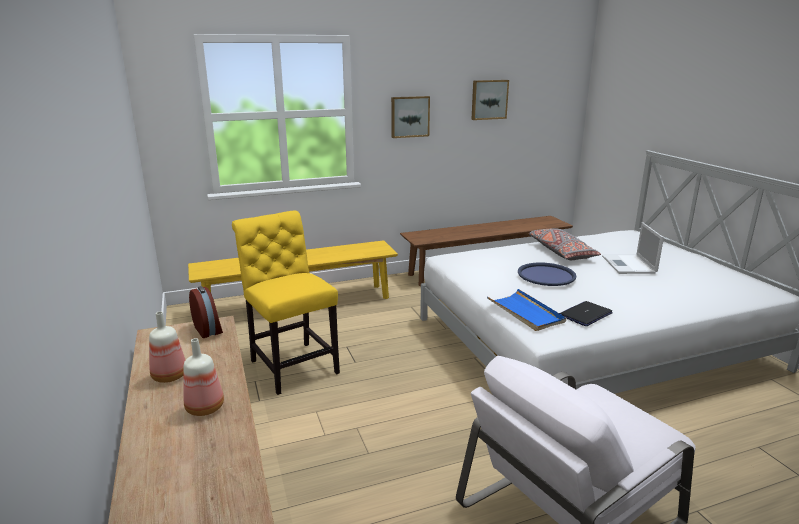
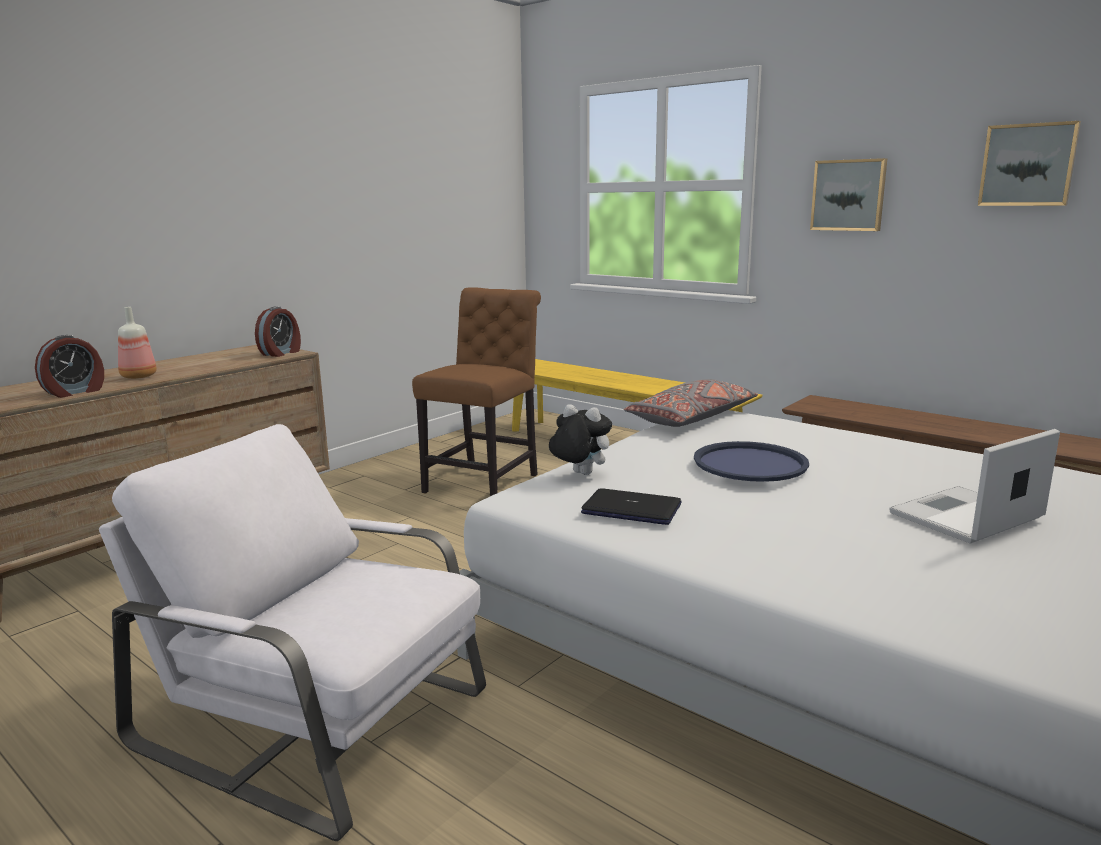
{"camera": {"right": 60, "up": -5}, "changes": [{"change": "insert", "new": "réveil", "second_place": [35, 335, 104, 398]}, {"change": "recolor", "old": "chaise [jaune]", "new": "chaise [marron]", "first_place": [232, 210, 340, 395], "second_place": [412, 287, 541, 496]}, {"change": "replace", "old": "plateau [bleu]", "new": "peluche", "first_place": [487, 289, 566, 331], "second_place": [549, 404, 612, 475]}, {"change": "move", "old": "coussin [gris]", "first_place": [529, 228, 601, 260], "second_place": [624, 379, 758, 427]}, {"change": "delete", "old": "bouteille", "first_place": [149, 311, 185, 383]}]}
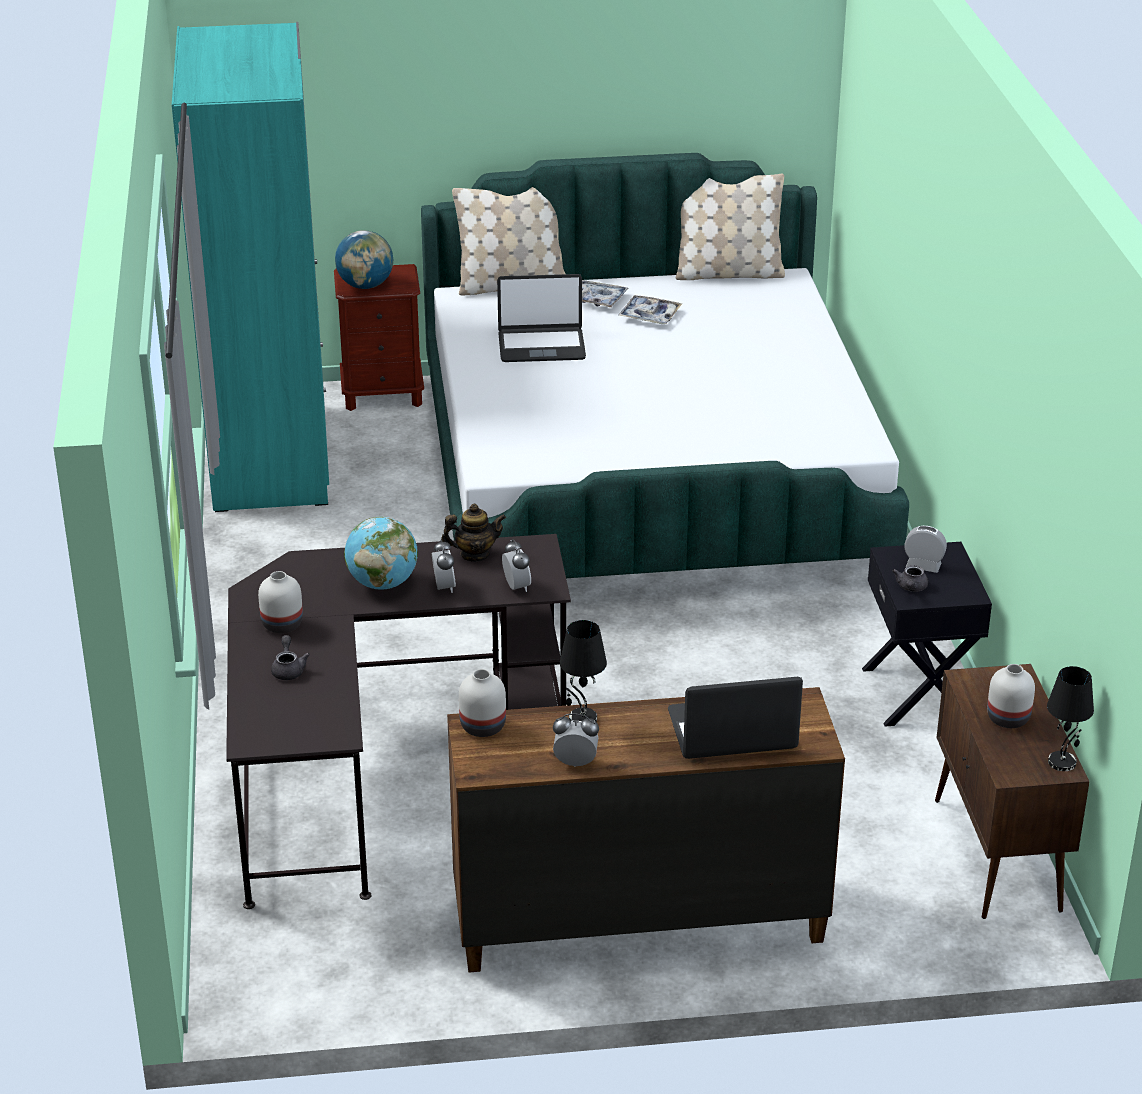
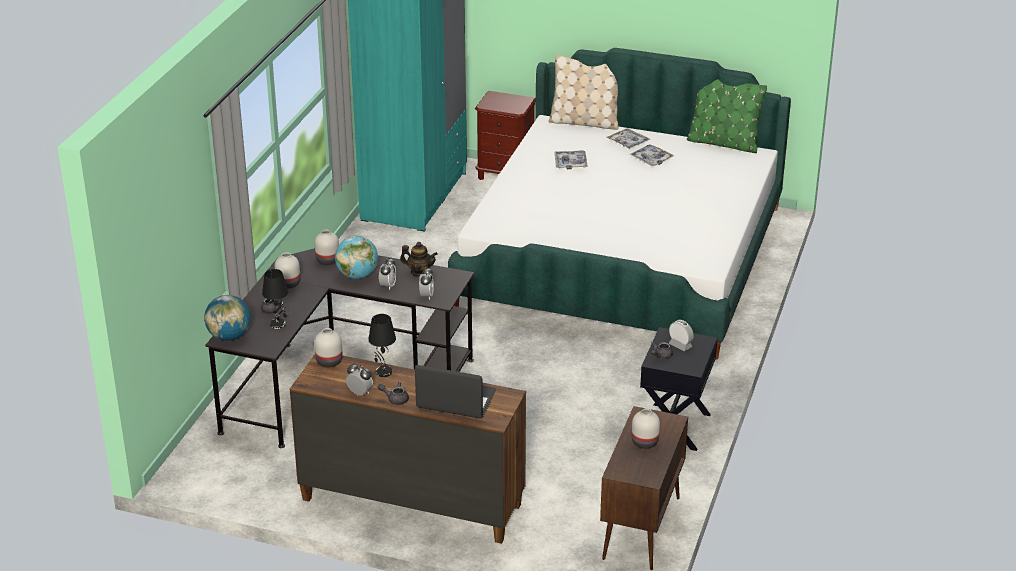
{"camera": {"right": 25, "up": 0}, "changes": [{"change": "move", "old": "globe", "first_place": [335, 230, 393, 289], "second_place": [204, 295, 251, 341]}, {"change": "move", "old": "lampe de table [noir]", "first_place": [1047, 666, 1094, 771], "second_place": [262, 269, 288, 329]}, {"change": "insert", "new": "vase [blanc]", "second_place": [315, 230, 339, 265]}, {"change": "insert", "new": "théière [gris]", "second_place": [378, 382, 409, 405]}, {"change": "replace", "old": "ordinateur portable", "new": "plateau", "first_place": [497, 274, 586, 362], "second_place": [554, 150, 588, 169]}, {"change": "recolor", "old": "coussin [beige]", "new": "coussin [vert]", "first_place": [676, 174, 785, 280], "second_place": [687, 79, 767, 153]}]}
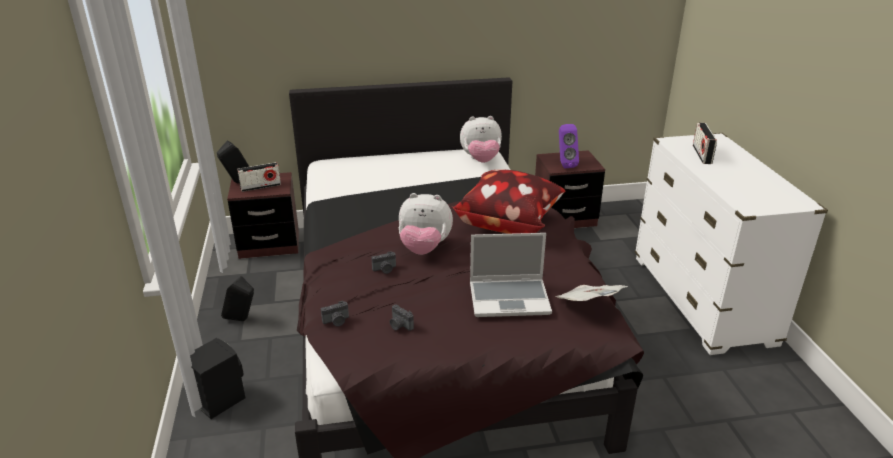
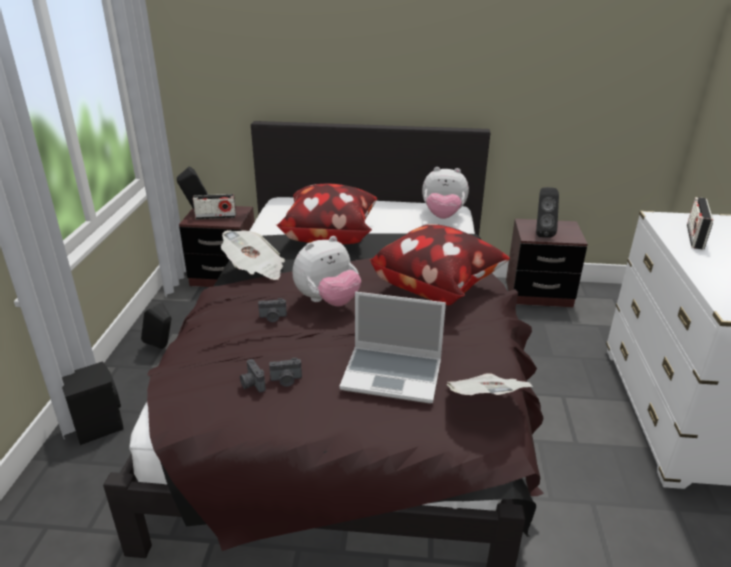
{"camera": {"right": 15, "up": 0}, "changes": [{"change": "insert", "new": "journal", "second_place": [221, 230, 285, 280]}, {"change": "move", "old": "appareil photo", "first_place": [321, 301, 349, 327], "second_place": [269, 358, 302, 387]}, {"change": "insert", "new": "coussin", "second_place": [276, 184, 377, 244]}, {"change": "rotate", "old": "peluche", "first_place": [399, 193, 453, 255], "second_place": [293, 236, 361, 307], "degrees": -60}, {"change": "recolor", "old": "enceinte [violet]", "new": "enceinte [noir]", "first_place": [559, 124, 579, 168], "second_place": [536, 187, 559, 238]}]}
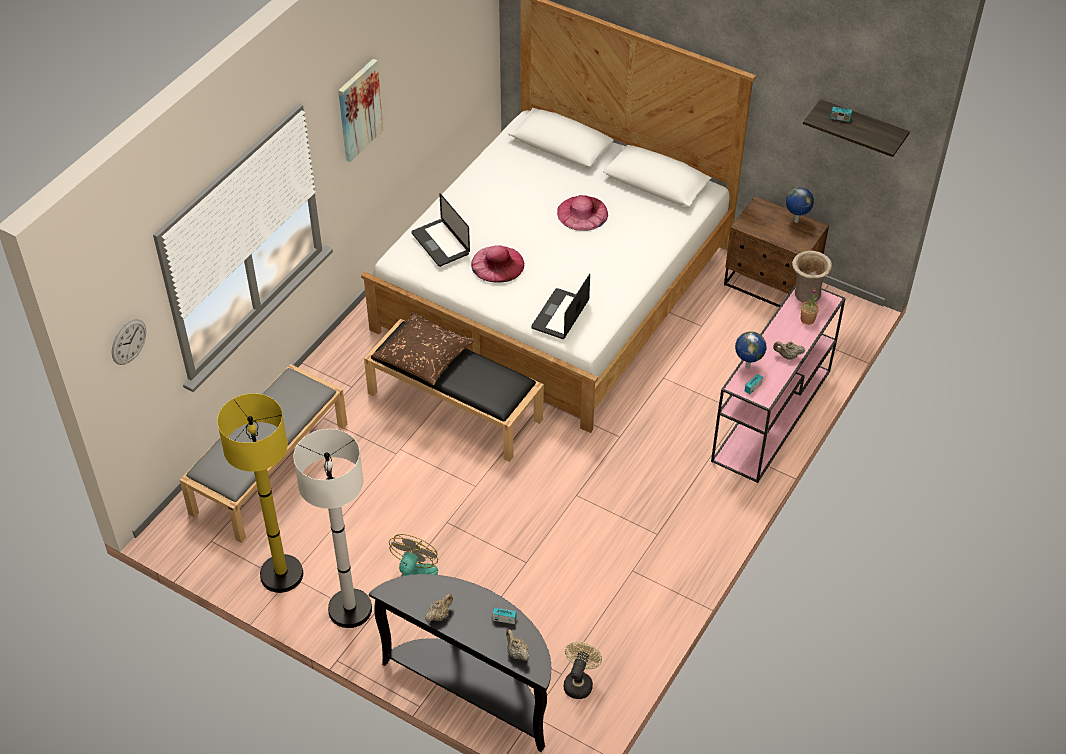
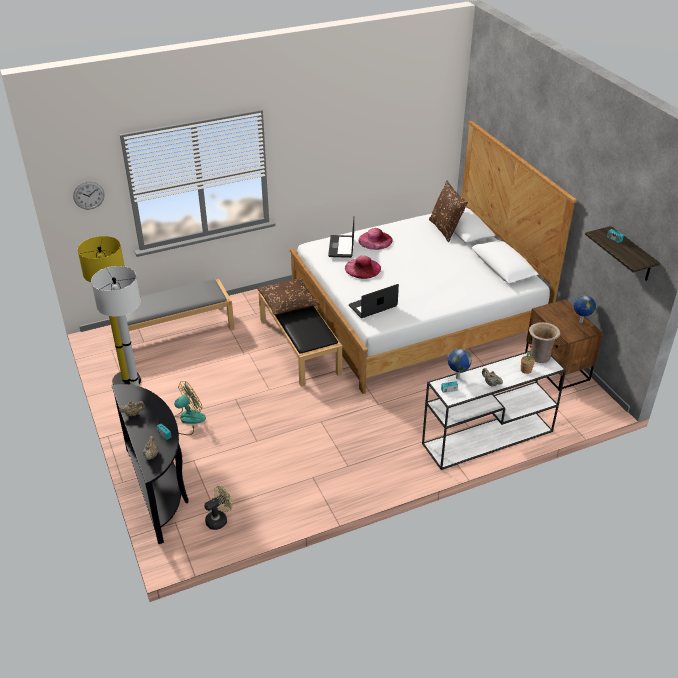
{"camera": {"right": 35, "up": -10}, "changes": [{"change": "move", "old": "chapeau [rose]", "first_place": [557, 195, 608, 231], "second_place": [358, 228, 392, 250]}, {"change": "recolor", "old": "table console [rose]", "new": "table console [blanc]", "first_place": [711, 284, 846, 483], "second_place": [422, 351, 566, 470]}, {"change": "insert", "new": "coussin [marron]", "second_place": [429, 181, 468, 242]}, {"change": "delete", "old": "tableau", "first_place": [338, 59, 383, 162]}]}
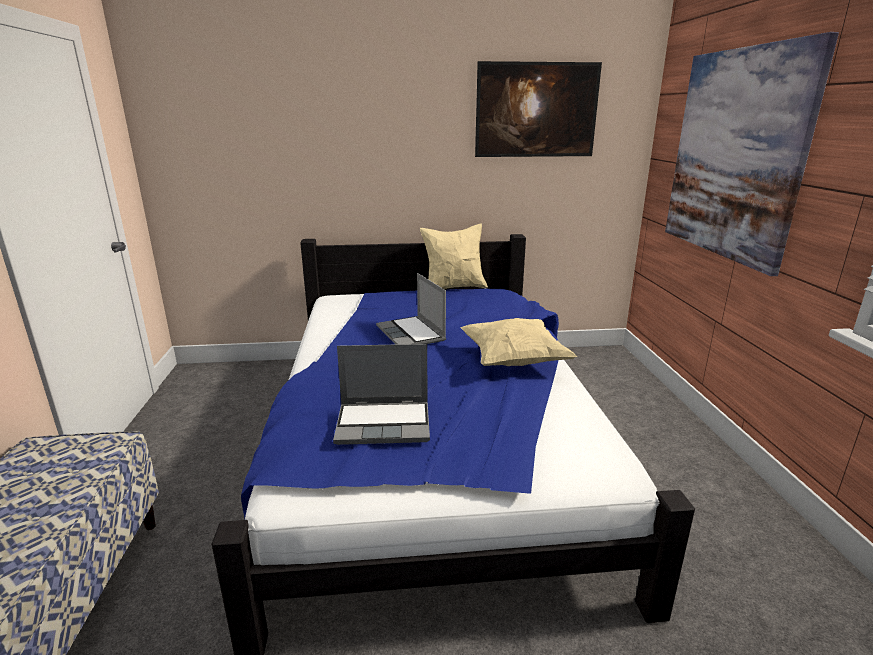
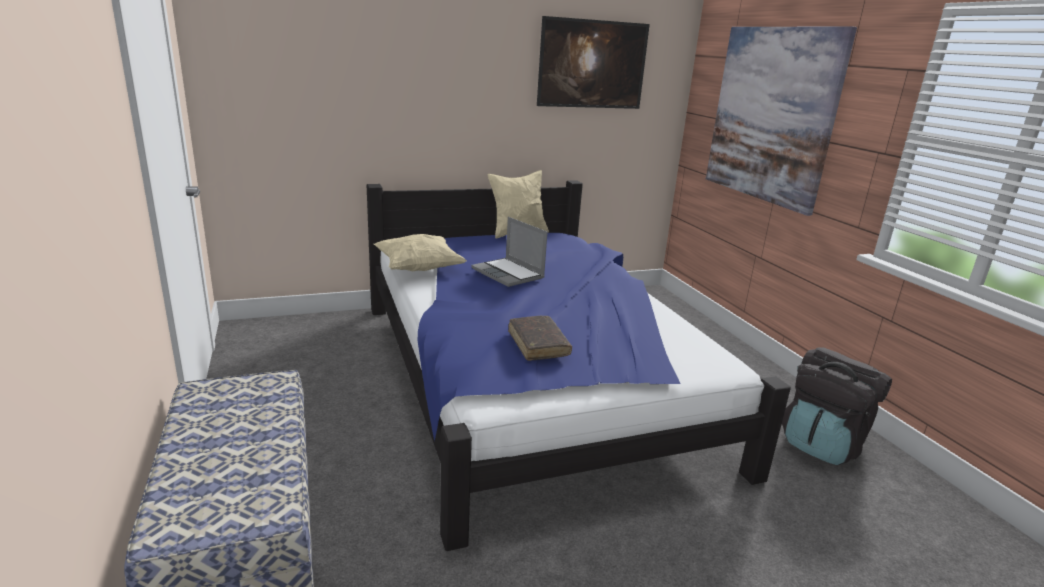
{"camera": {"right": -15, "up": 0}, "changes": [{"change": "move", "old": "coussin [beige]", "first_place": [460, 318, 577, 366], "second_place": [374, 234, 467, 271]}, {"change": "replace", "old": "ordinateur portable", "new": "livre [marron]", "first_place": [333, 344, 430, 445], "second_place": [508, 316, 572, 361]}, {"change": "insert", "new": "sac à dos [noir]", "second_place": [782, 347, 892, 465]}]}
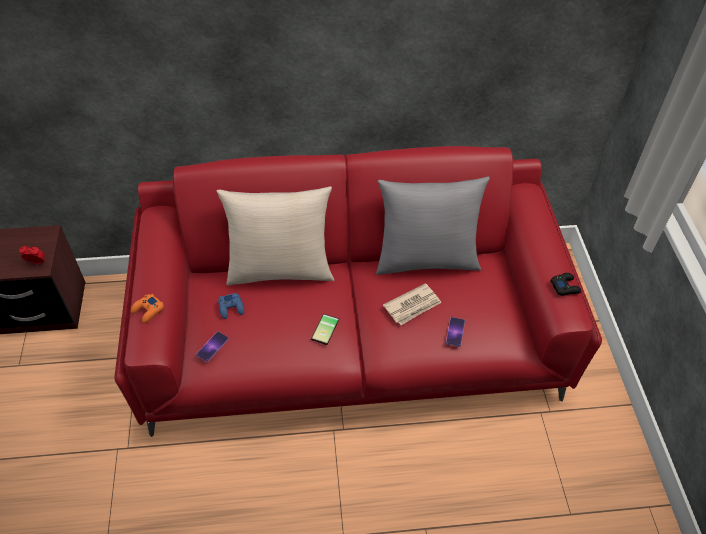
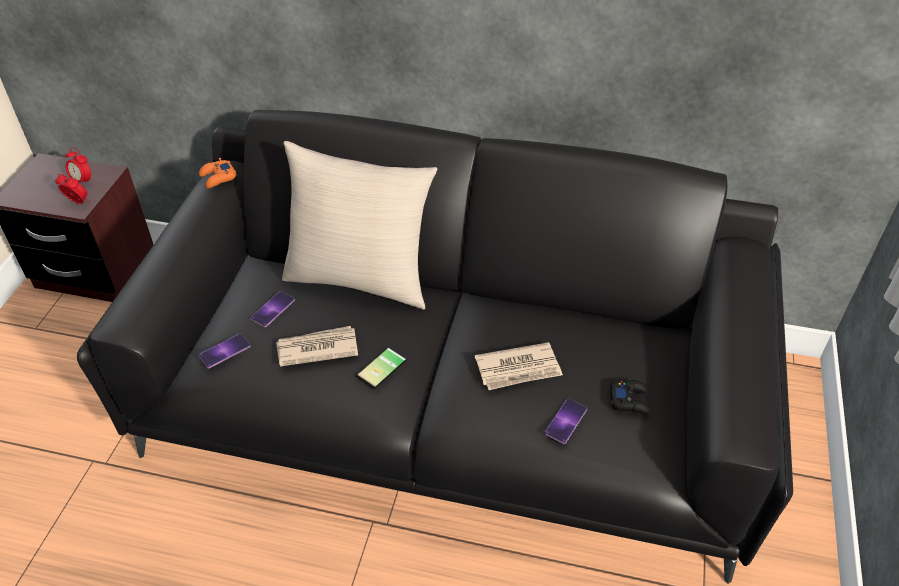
{"camera": {"right": 20, "up": -5}, "changes": [{"change": "insert", "new": "réveil", "second_place": [65, 147, 91, 188]}, {"change": "recolor", "old": "canapé [rouge]", "new": "canapé [noir]", "first_place": [114, 146, 602, 437], "second_place": [77, 110, 793, 584]}, {"change": "move", "old": "manette [orange]", "first_place": [131, 294, 164, 324], "second_place": [199, 158, 237, 188]}, {"change": "replace", "old": "manette [bleu]", "new": "téléphone", "first_place": [218, 293, 244, 319], "second_place": [251, 291, 295, 327]}, {"change": "insert", "new": "journal", "second_place": [276, 326, 358, 366]}, {"change": "move", "old": "manette [noir]", "first_place": [551, 273, 582, 296], "second_place": [610, 380, 650, 414]}, {"change": "delete", "old": "coussin [gris]", "first_place": [376, 177, 490, 275]}]}
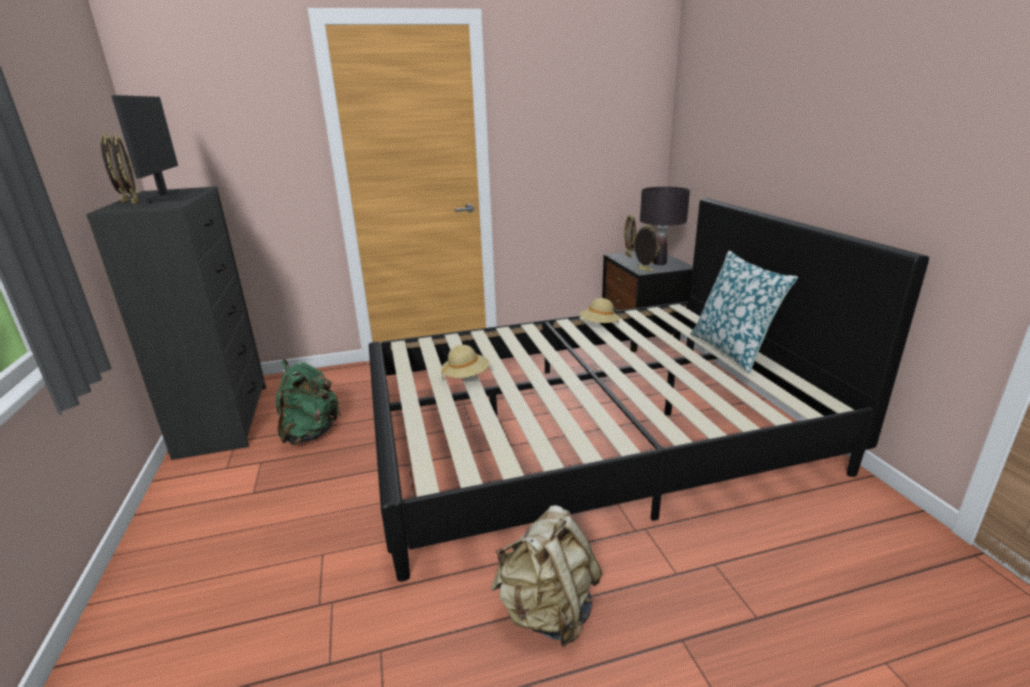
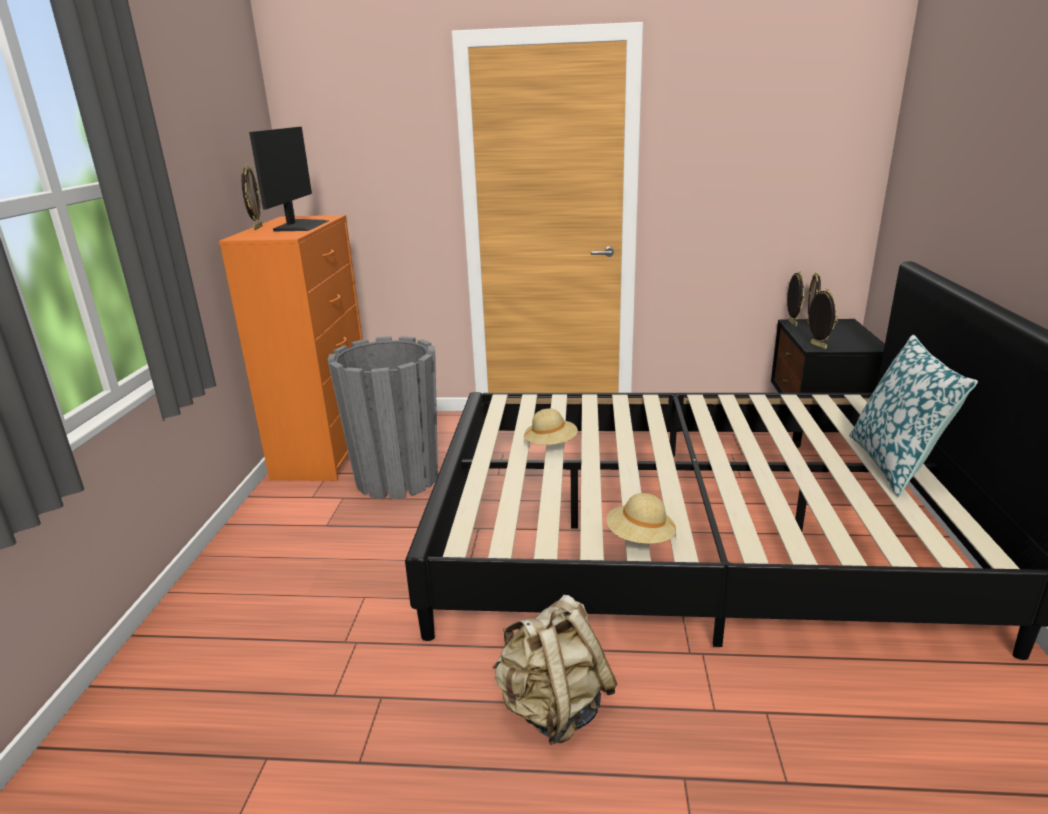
{"camera": {"right": 20, "up": 0}, "changes": [{"change": "recolor", "old": "commode [noir]", "new": "commode [orange]", "first_place": [86, 186, 266, 460], "second_place": [219, 215, 363, 481]}, {"change": "replace", "old": "sac à dos [vert]", "new": "cache-pot [gris]", "first_place": [276, 359, 341, 445], "second_place": [328, 336, 438, 500]}, {"change": "move", "old": "chapeau [beige]", "first_place": [579, 298, 620, 323], "second_place": [606, 493, 676, 544]}, {"change": "move", "old": "cadre photo", "first_place": [111, 134, 139, 204], "second_place": [787, 271, 805, 326]}, {"change": "delete", "old": "lampe de table [noir]", "first_place": [640, 187, 690, 265]}]}
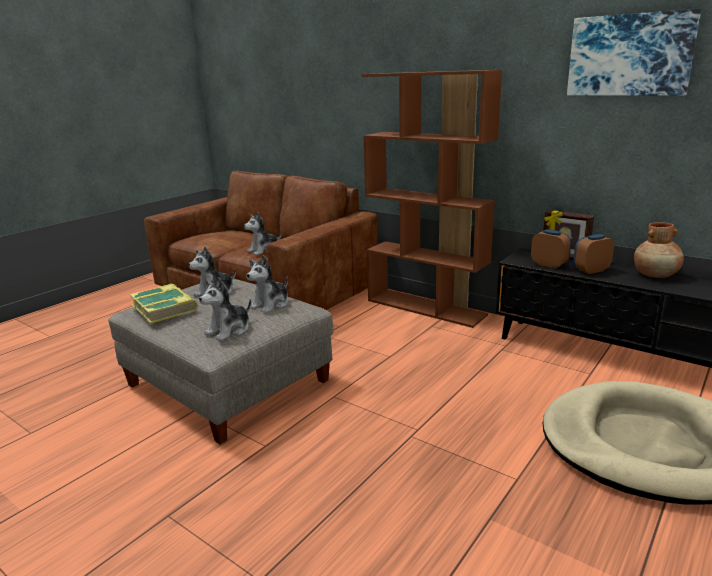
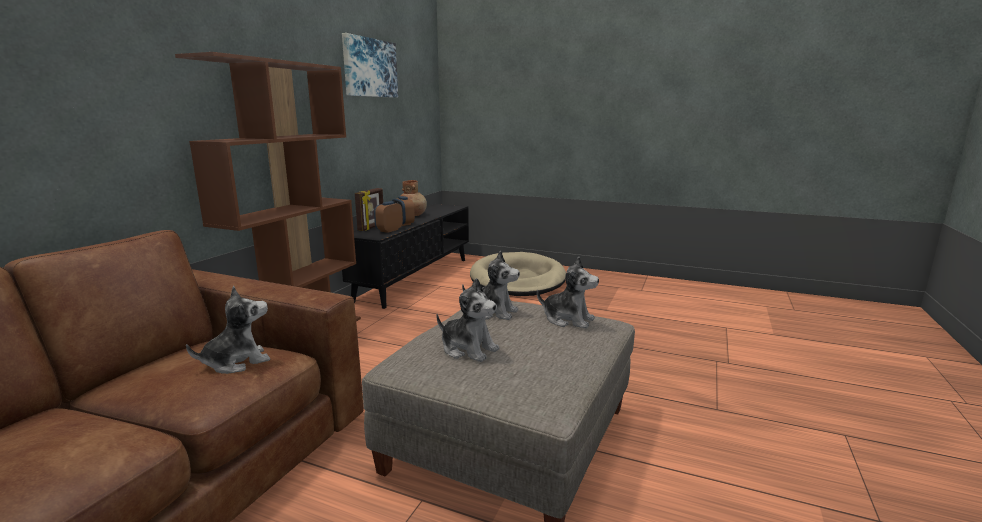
{"camera": {"right": -105, "up": -5}, "changes": [{"change": "rotate", "old": "peluche", "first_place": [244, 212, 281, 255], "second_place": [186, 286, 270, 374], "degrees": -75}, {"change": "delete", "old": "livre", "first_place": [130, 284, 198, 324]}]}
